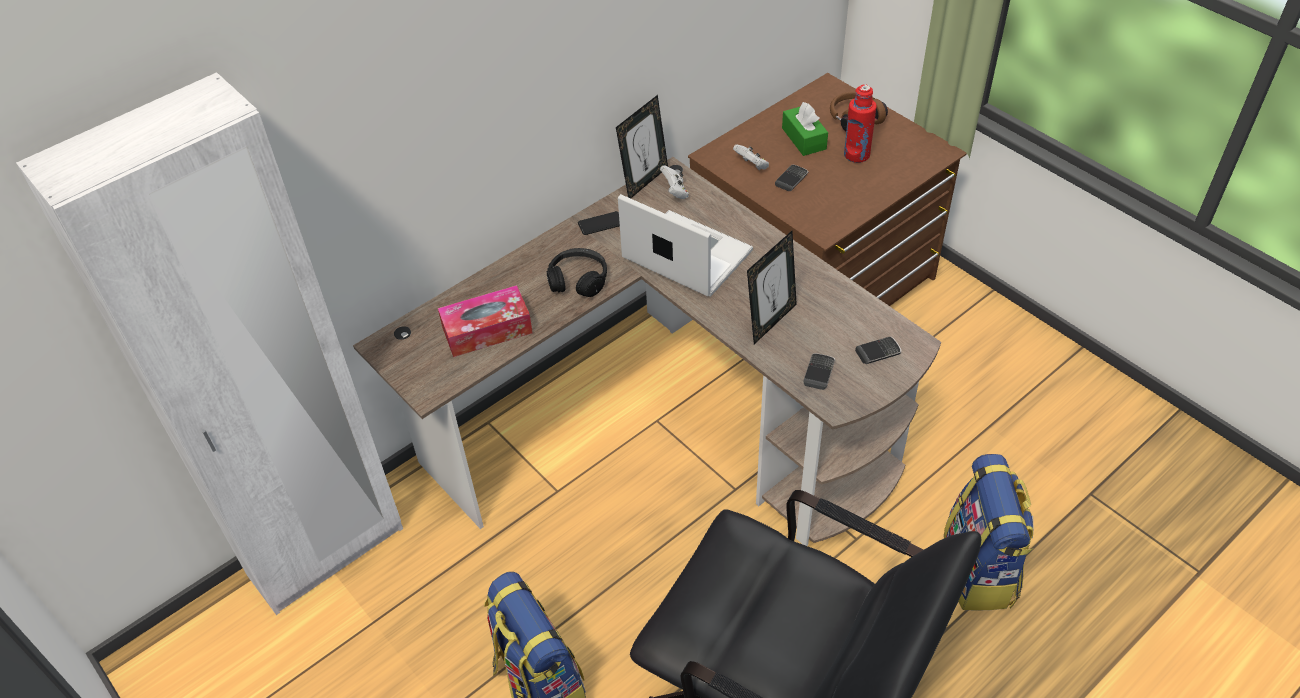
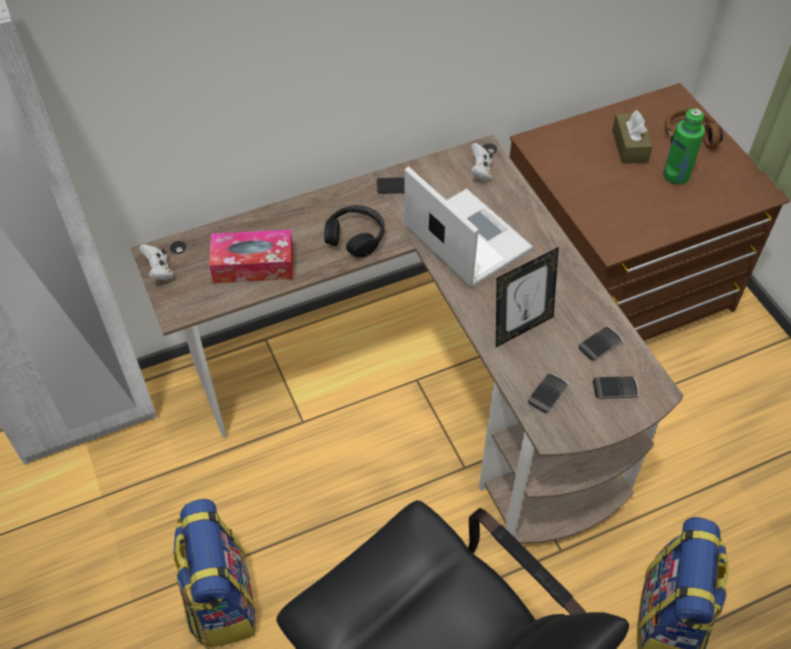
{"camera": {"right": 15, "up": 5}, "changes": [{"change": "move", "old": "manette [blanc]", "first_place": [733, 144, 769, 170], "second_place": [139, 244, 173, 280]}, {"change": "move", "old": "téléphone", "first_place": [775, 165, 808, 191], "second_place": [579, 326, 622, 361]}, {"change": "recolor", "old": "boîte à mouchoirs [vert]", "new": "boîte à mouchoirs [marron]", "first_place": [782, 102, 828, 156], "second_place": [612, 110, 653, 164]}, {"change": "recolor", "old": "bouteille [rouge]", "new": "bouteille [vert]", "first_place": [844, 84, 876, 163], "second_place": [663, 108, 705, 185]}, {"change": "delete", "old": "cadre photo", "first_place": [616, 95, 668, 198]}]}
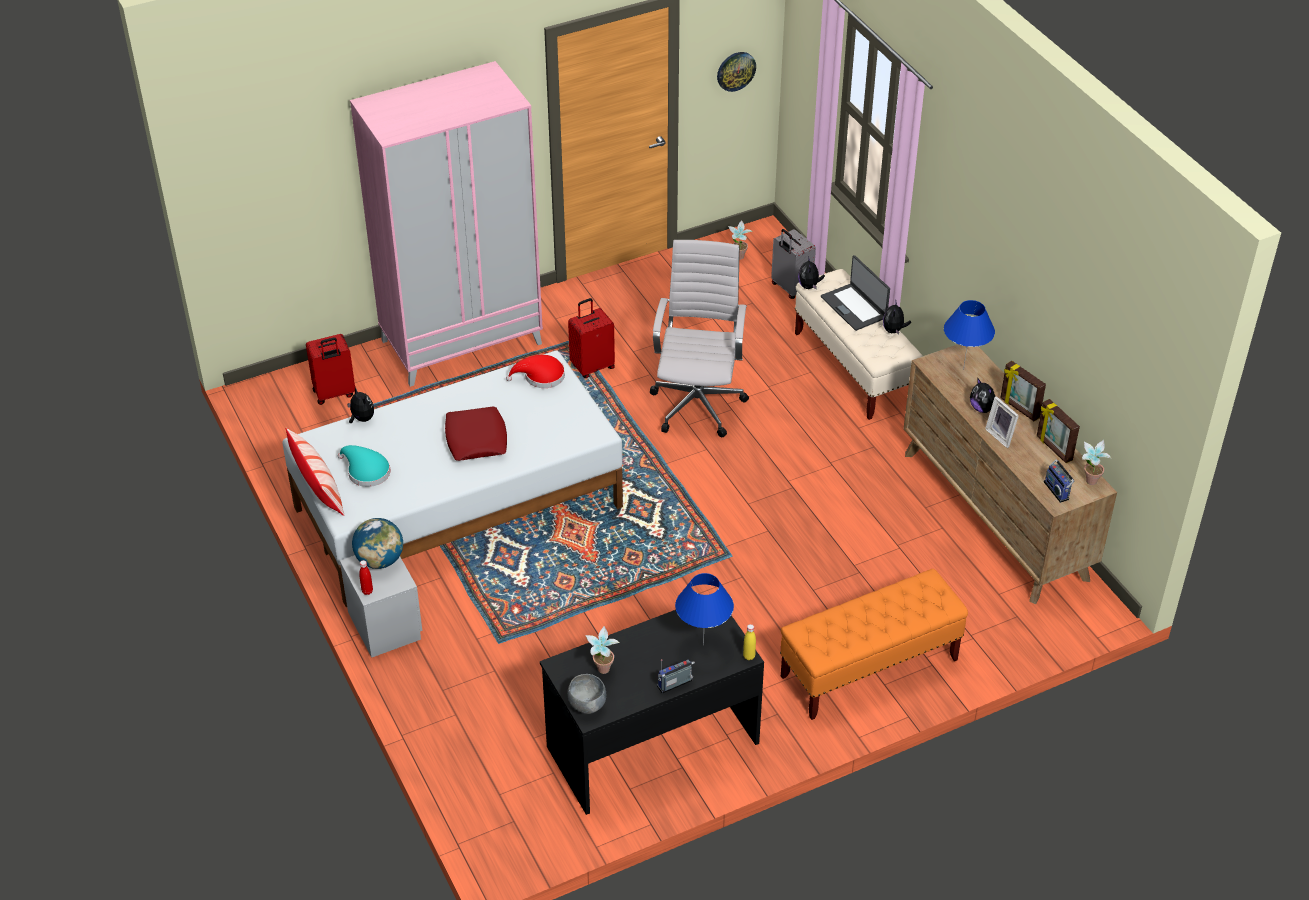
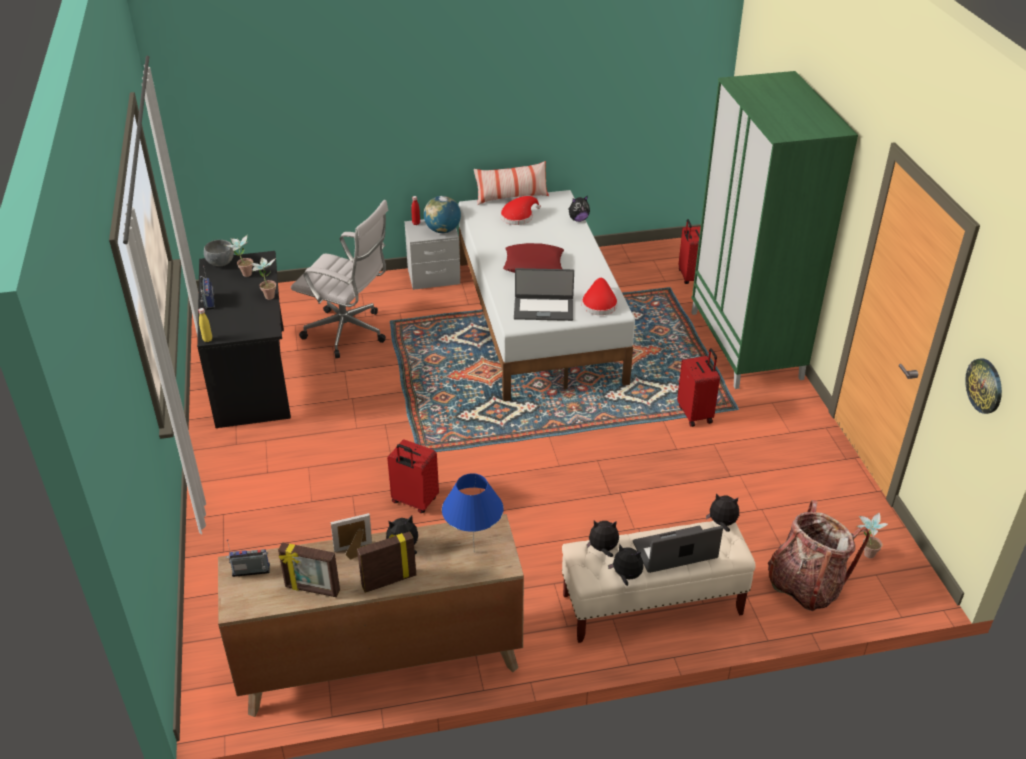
{"camera": {"right": 105, "up": -5}, "changes": [{"change": "move", "old": "plante en pot", "first_place": [1082, 440, 1112, 485], "second_place": [250, 257, 276, 300]}, {"change": "rotate", "old": "cadre photo", "first_place": [1037, 399, 1080, 463], "second_place": [278, 542, 340, 597], "degrees": -150}, {"change": "move", "old": "chaise de bureau [blanc]", "first_place": [650, 240, 749, 437], "second_place": [291, 200, 388, 358]}, {"change": "insert", "new": "valise [rouge]", "second_place": [387, 439, 439, 513]}, {"change": "recolor", "old": "chapeau [turquoise]", "new": "chapeau [rouge]", "first_place": [338, 445, 390, 487], "second_place": [501, 196, 541, 225]}, {"change": "insert", "new": "ordinateur portable", "second_place": [514, 268, 574, 321]}, {"change": "insert", "new": "peluche", "second_place": [587, 521, 619, 557]}, {"change": "recolor", "old": "armoire [rose]", "new": "armoire [vert]", "first_place": [350, 61, 543, 387], "second_place": [691, 71, 858, 389]}, {"change": "replace", "old": "valise [gris]", "new": "sac à dos", "first_place": [771, 229, 816, 299], "second_place": [768, 500, 870, 611]}, {"change": "delete", "old": "lampe de table [bleu]", "first_place": [675, 573, 734, 645]}, {"change": "delete", "old": "banc [orange]", "first_place": [780, 569, 968, 720]}]}
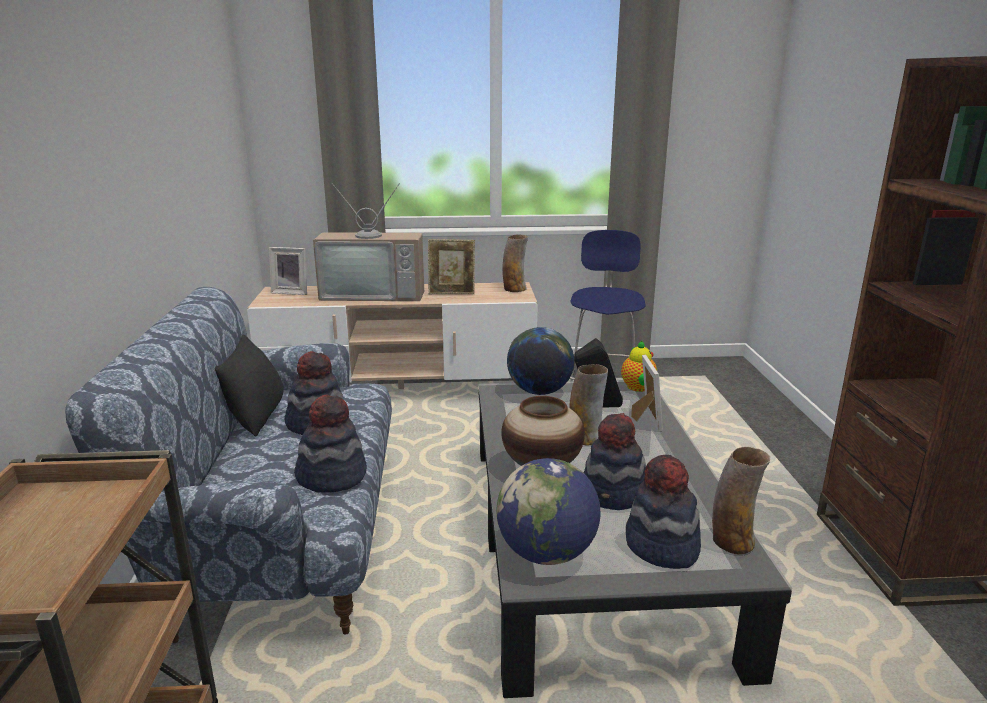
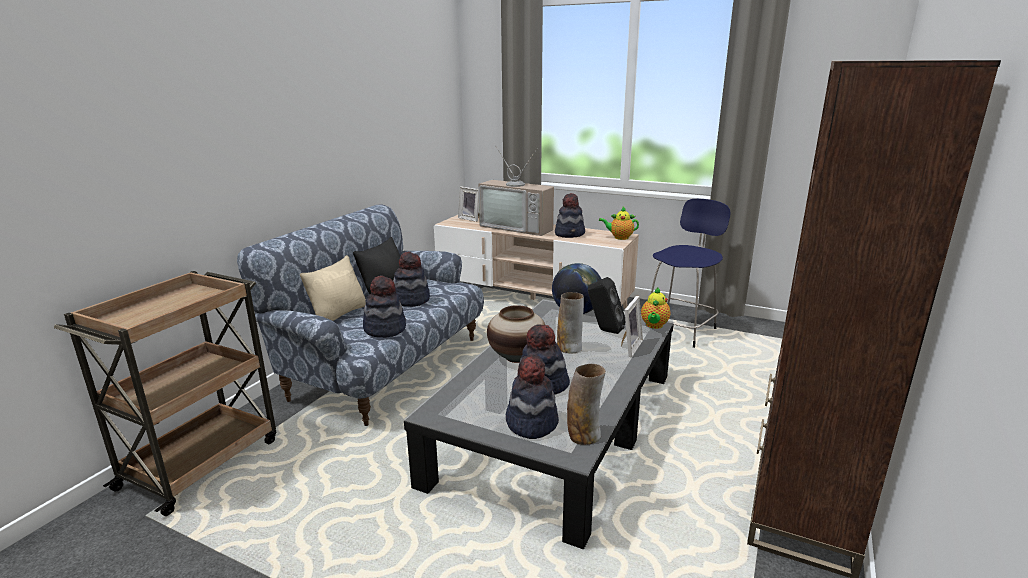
{"camera": {"right": 30, "up": 0}, "changes": [{"change": "insert", "new": "coussin [beige]", "second_place": [300, 255, 366, 321]}, {"change": "replace", "old": "cadre photo", "new": "chapeau", "first_place": [428, 239, 475, 294], "second_place": [555, 193, 585, 238]}, {"change": "replace", "old": "vase", "new": "théière", "first_place": [502, 234, 528, 292], "second_place": [599, 207, 639, 240]}, {"change": "delete", "old": "globe", "first_place": [496, 458, 600, 565]}]}
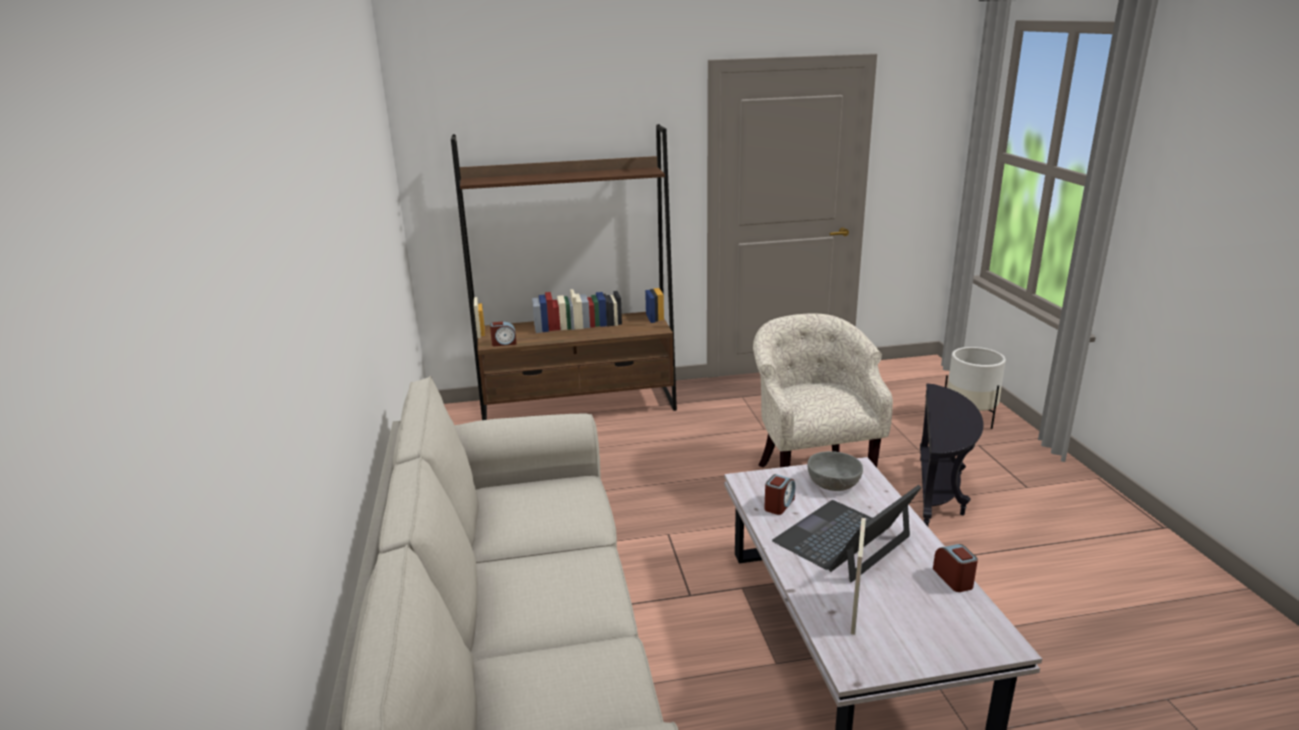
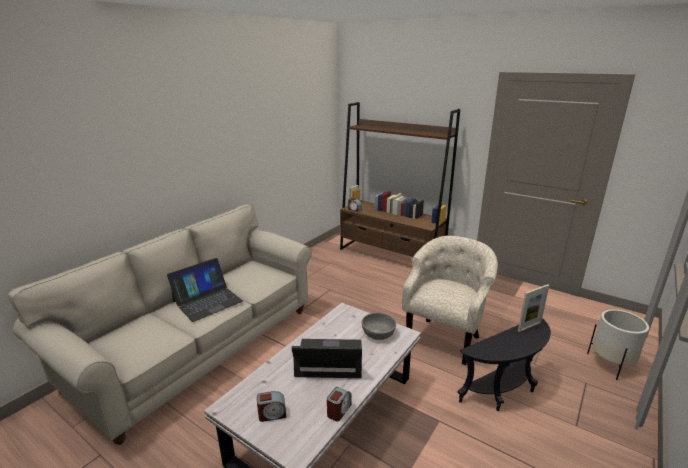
{"camera": {"right": 45, "up": 0}, "changes": [{"change": "insert", "new": "ordinateur portable", "second_place": [167, 258, 243, 322]}, {"change": "move", "old": "réveil", "first_place": [764, 474, 795, 515], "second_place": [257, 391, 286, 422]}, {"change": "move", "old": "cadre photo", "first_place": [851, 518, 866, 635], "second_place": [518, 284, 549, 332]}]}
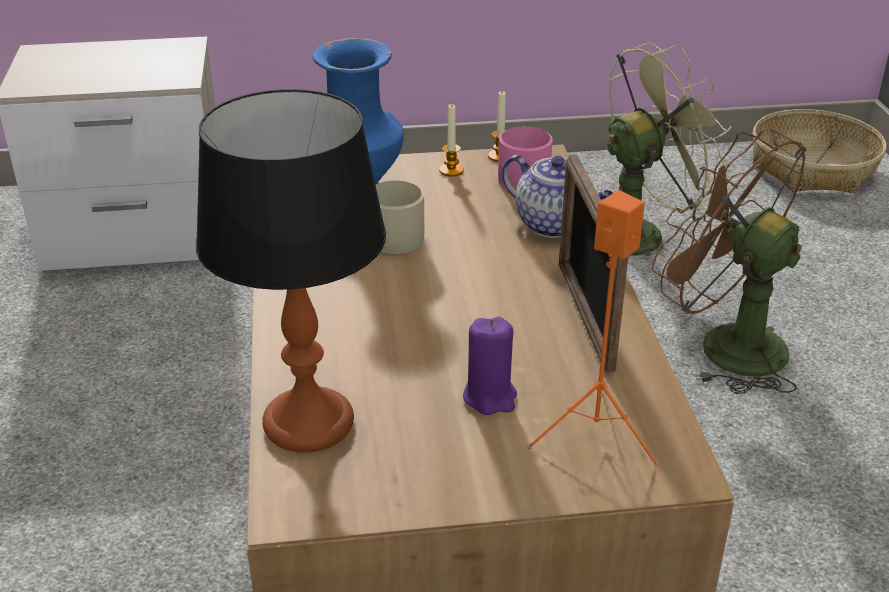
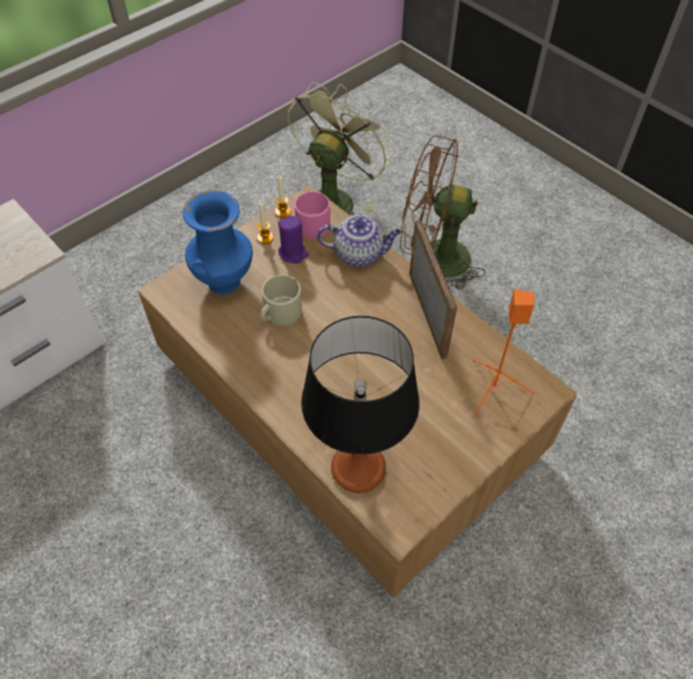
{"camera": {"right": -35, "up": 20}, "changes": [{"change": "move", "old": "bougie [violet]", "first_place": [463, 317, 517, 415], "second_place": [278, 215, 309, 264]}, {"change": "rotate", "old": "cadre photo", "first_place": [559, 154, 628, 373], "second_place": [409, 220, 457, 360], "degrees": -150}, {"change": "delete", "old": "panier", "first_place": [753, 109, 886, 193]}]}
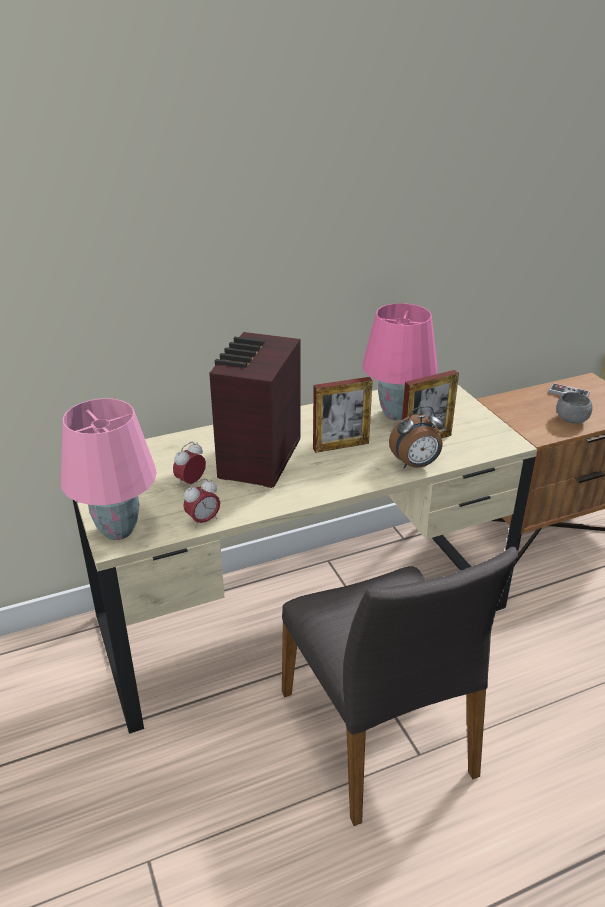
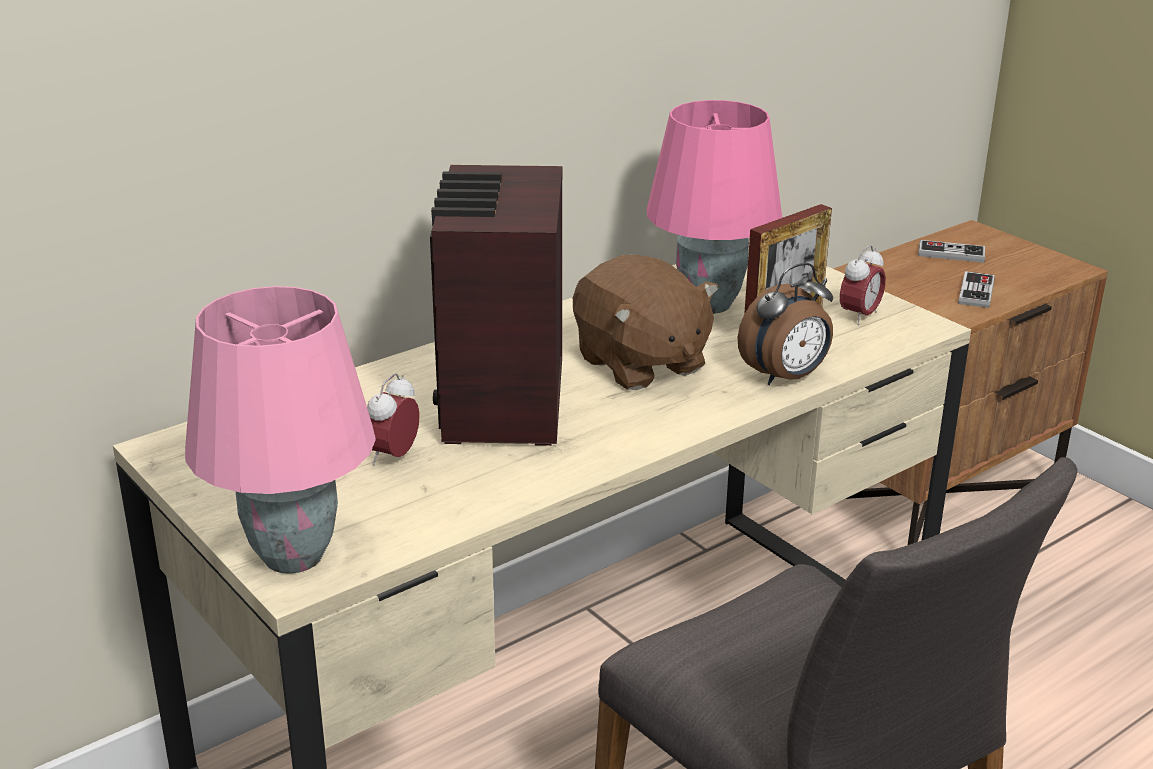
{"camera": {"right": -15, "up": -5}, "changes": [{"change": "replace", "old": "cadre photo", "new": "peluche [marron]", "first_place": [313, 377, 373, 453], "second_place": [573, 255, 719, 390]}, {"change": "move", "old": "réveil", "first_place": [183, 478, 220, 529], "second_place": [840, 245, 886, 325]}, {"change": "replace", "old": "bol [gris]", "new": "manette", "first_place": [557, 392, 592, 424], "second_place": [958, 271, 995, 308]}]}
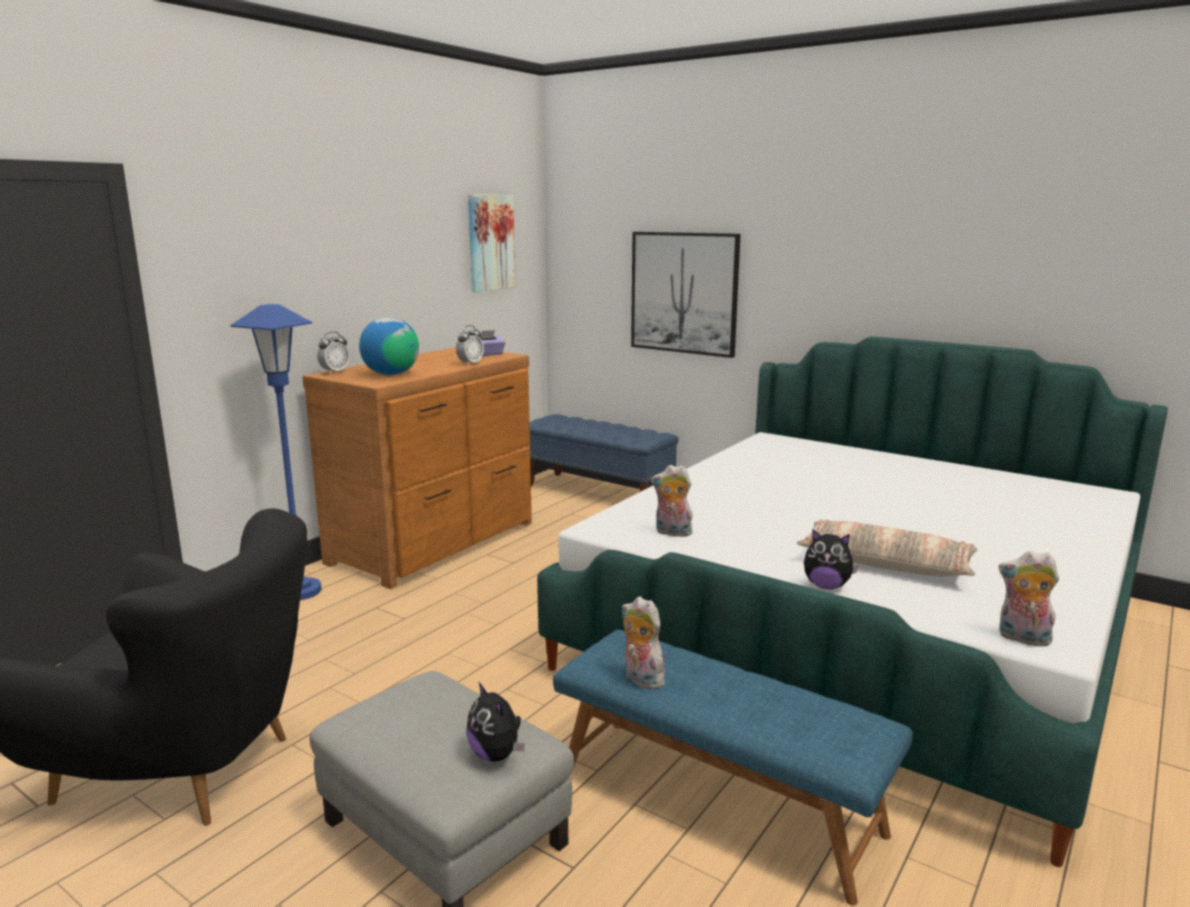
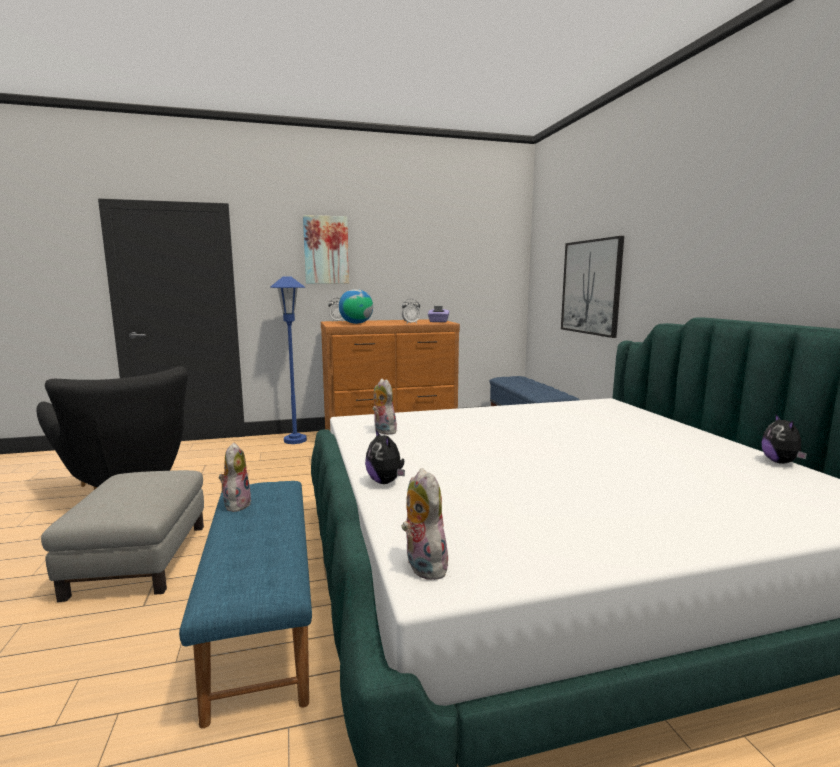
{"camera": {"right": 40, "up": -5}, "changes": [{"change": "move", "old": "tableau", "first_place": [468, 194, 516, 292], "second_place": [303, 215, 349, 284]}, {"change": "move", "old": "peluche", "first_place": [466, 683, 525, 762], "second_place": [762, 413, 807, 464]}, {"change": "delete", "old": "coussin", "first_place": [797, 520, 977, 576]}]}
